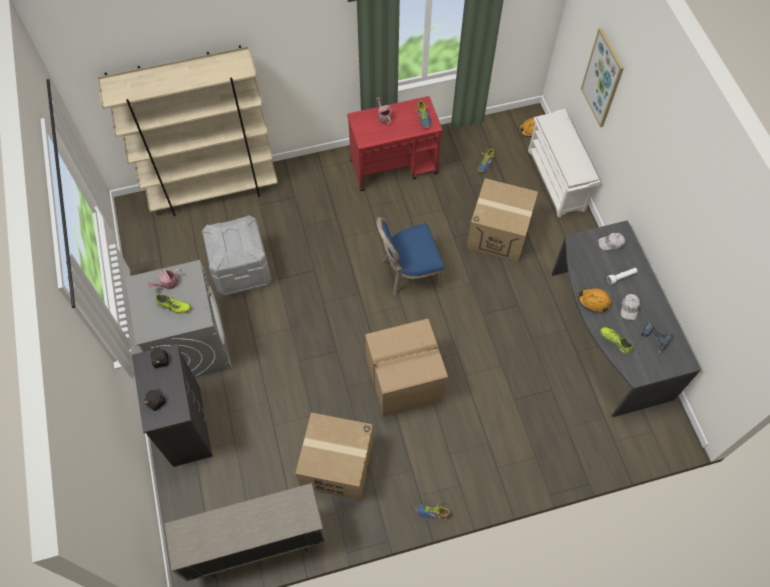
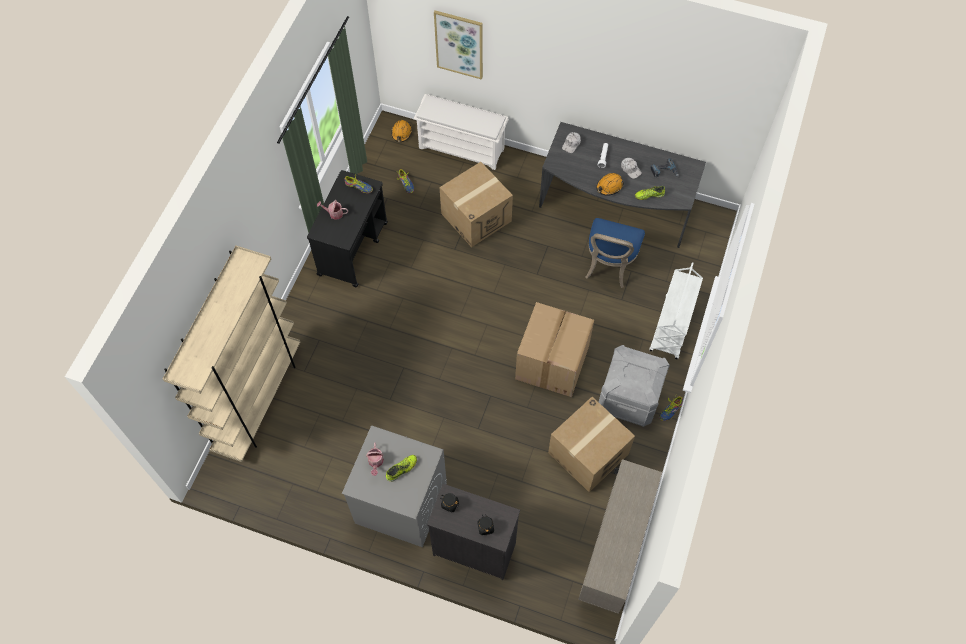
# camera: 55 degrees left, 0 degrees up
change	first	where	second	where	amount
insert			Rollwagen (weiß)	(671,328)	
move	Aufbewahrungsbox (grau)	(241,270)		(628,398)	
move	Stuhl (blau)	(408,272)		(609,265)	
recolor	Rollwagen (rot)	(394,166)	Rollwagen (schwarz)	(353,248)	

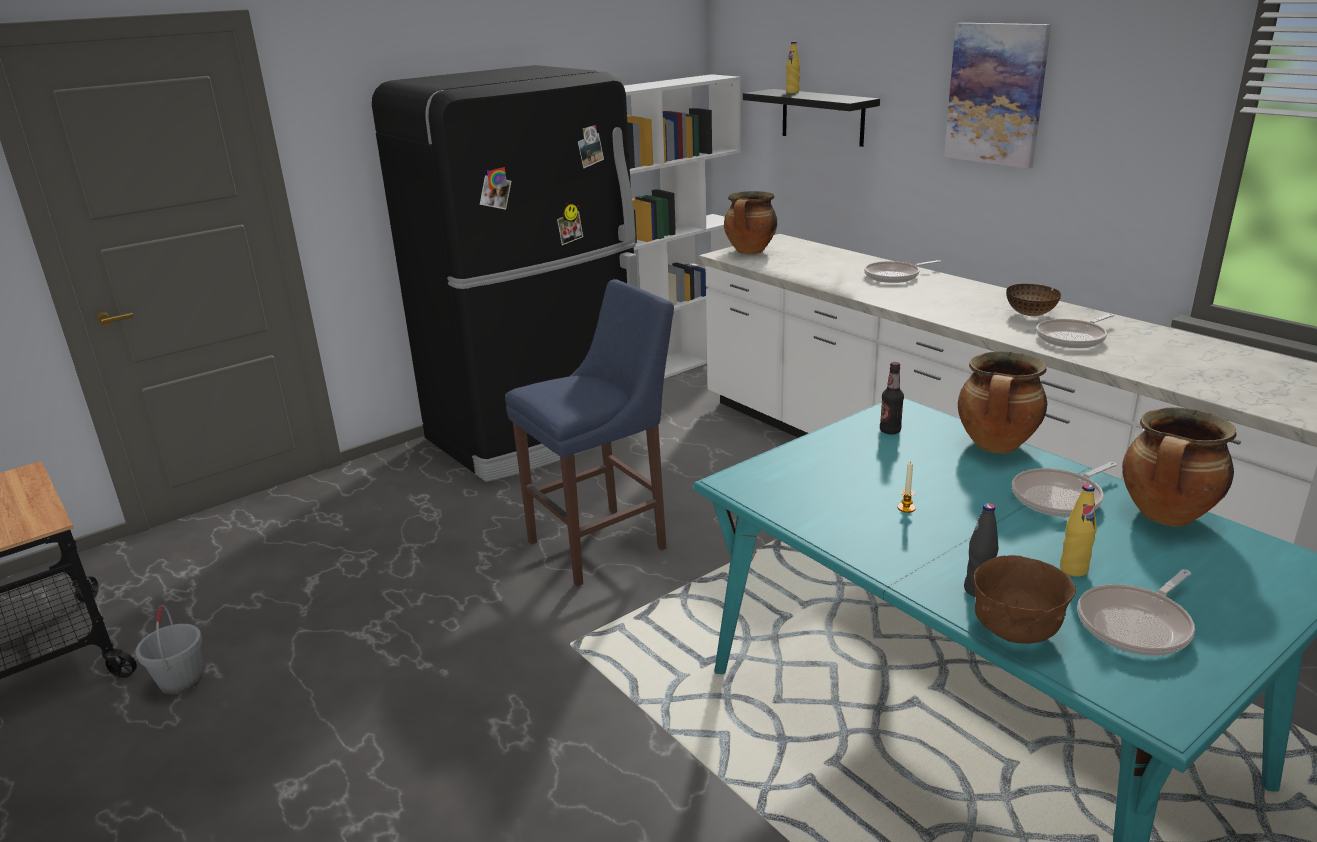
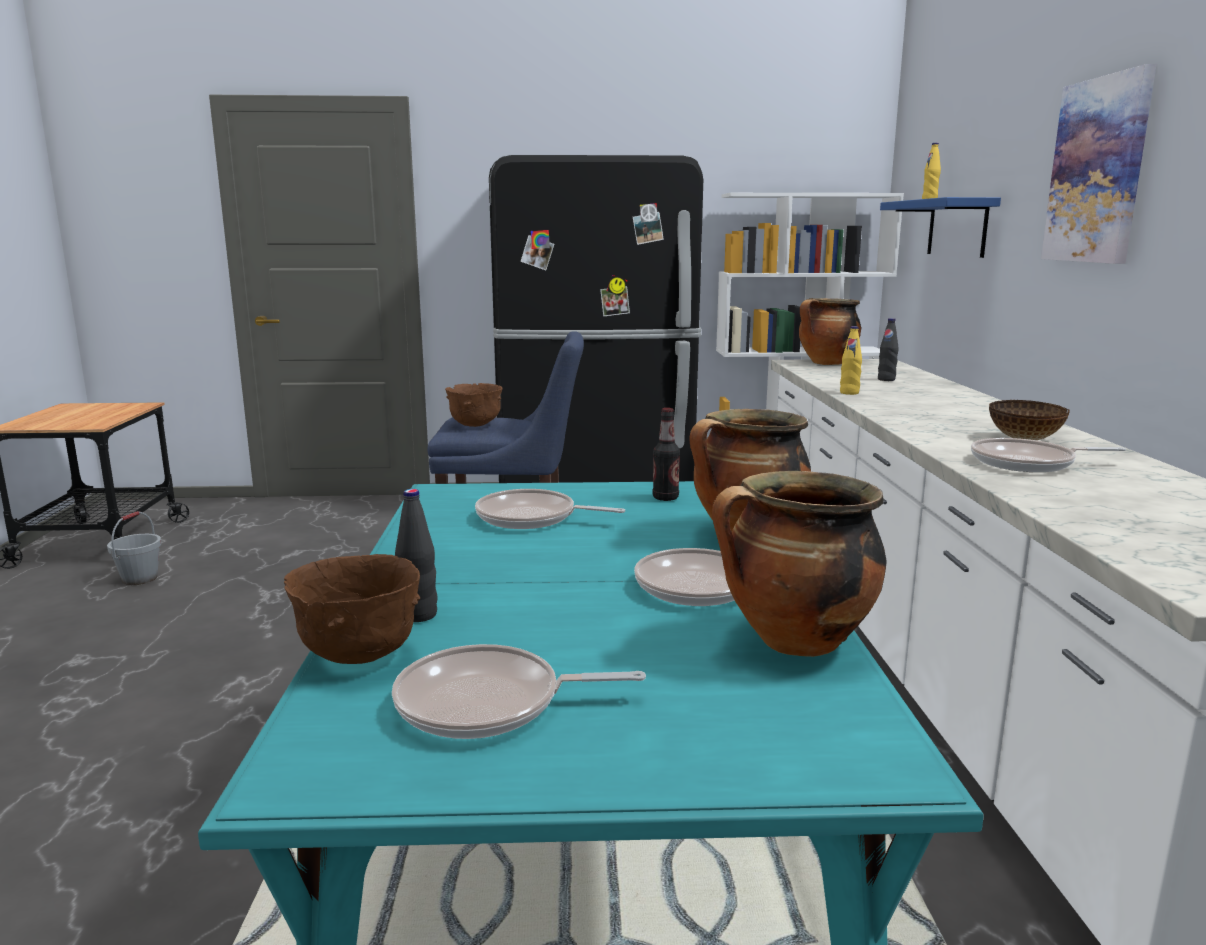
# camera: 35 degrees right, 10 degrees down
change	first	where	second	where	amount
delete	Kerze	(906,508)			
insert			Schüssel (braun)	(475,425)	
insert			Flasche (schwarz)	(886,379)	
move	Pfanne	(895,276)		(532,518)	
move	Flasche (gelb)	(1073,569)		(849,393)	
recolor	Wandregal (schwarz)	(822,117)	Wandregal (blau)	(957,228)	

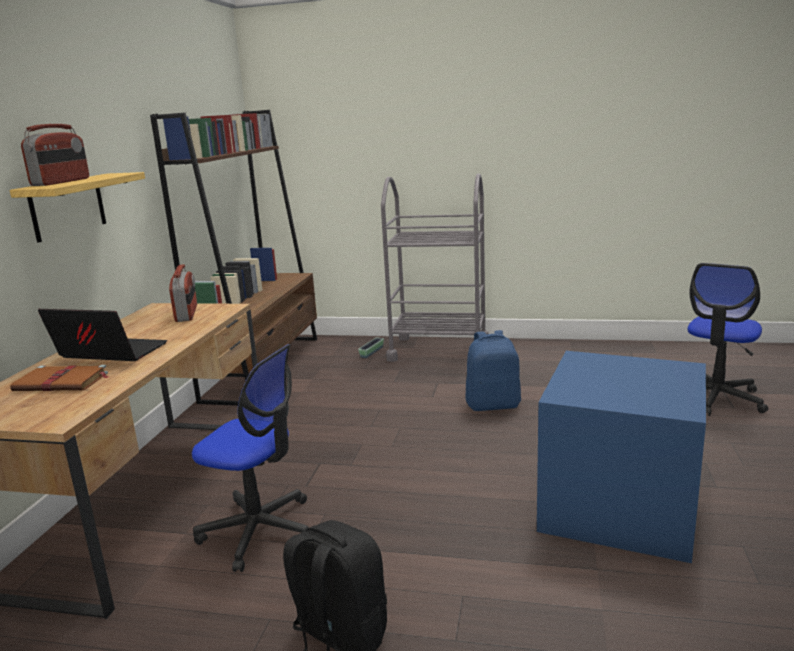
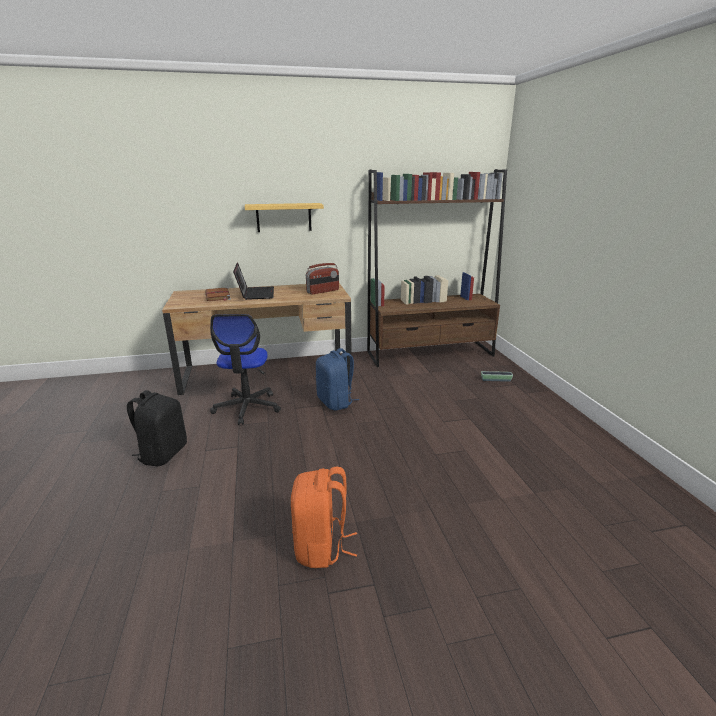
# camera: 65 degrees right, 5 degrees up
change	first	where	second	where	amount
delete	Radio	(61,182)			
delete	Rollwagen (grau)	(439,350)			
delete	Bürostuhl	(716,398)			
move	Rucksack (blau)	(493,405)		(336,402)	
replace	Aufbewahrungsbox (blau)	(621,505)	Rucksack (orange)	(321,547)	

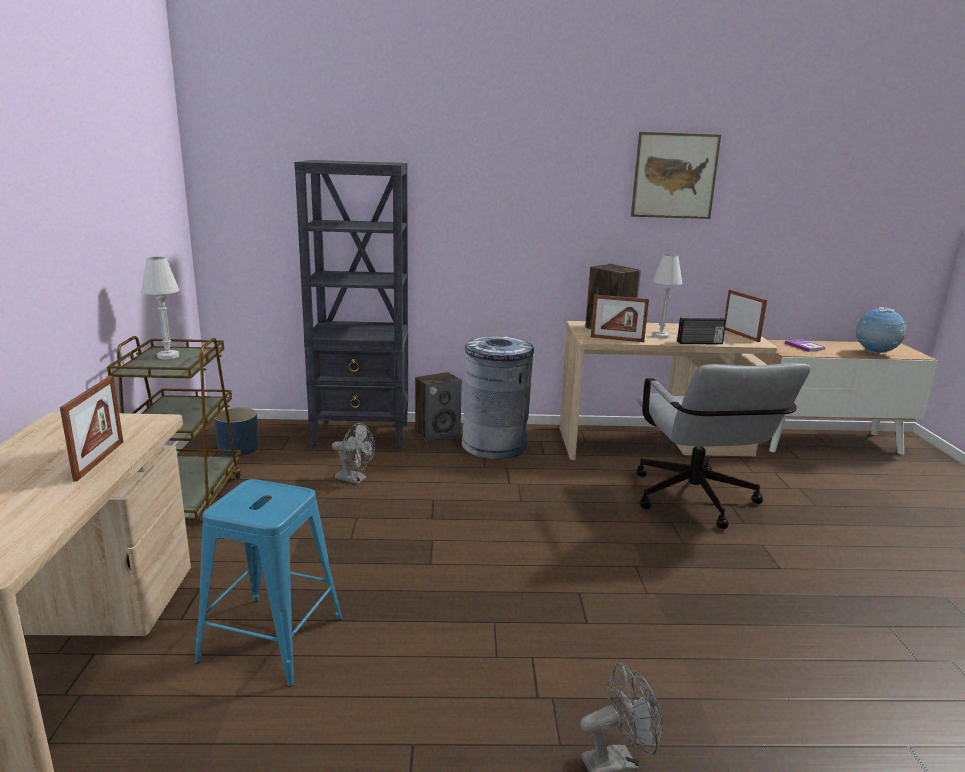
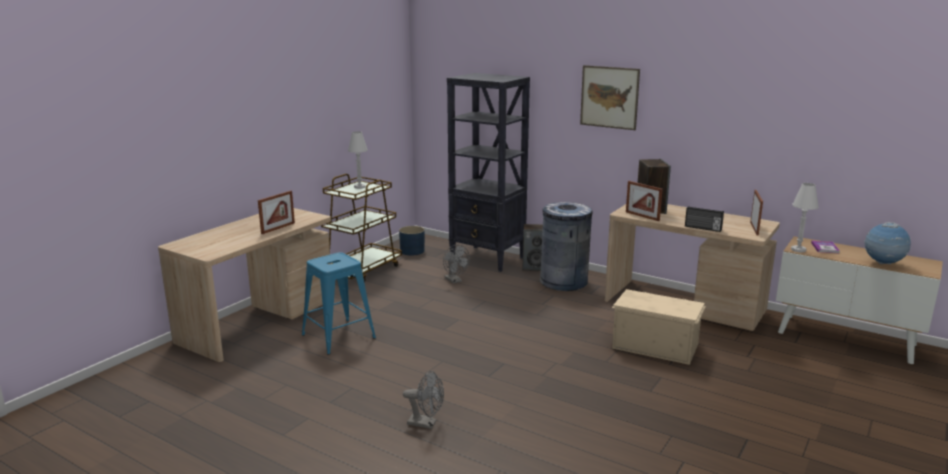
# camera: 35 degrees right, 0 degrees up
change	first	where	second	where	amount
move	Bild	(674,176)		(609,97)	
move	Tischlampe (weiß)	(661,336)		(798,250)	
replace	Bürostuhl (grau)	(697,503)	Aufbewahrungsbox (beige)	(655,345)	

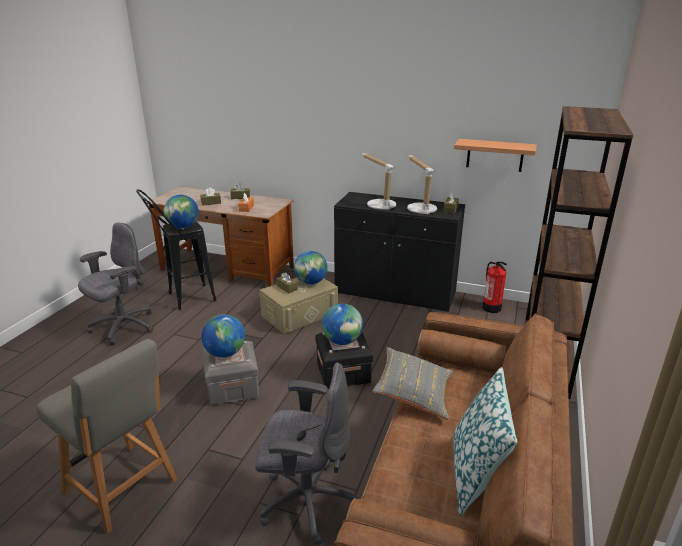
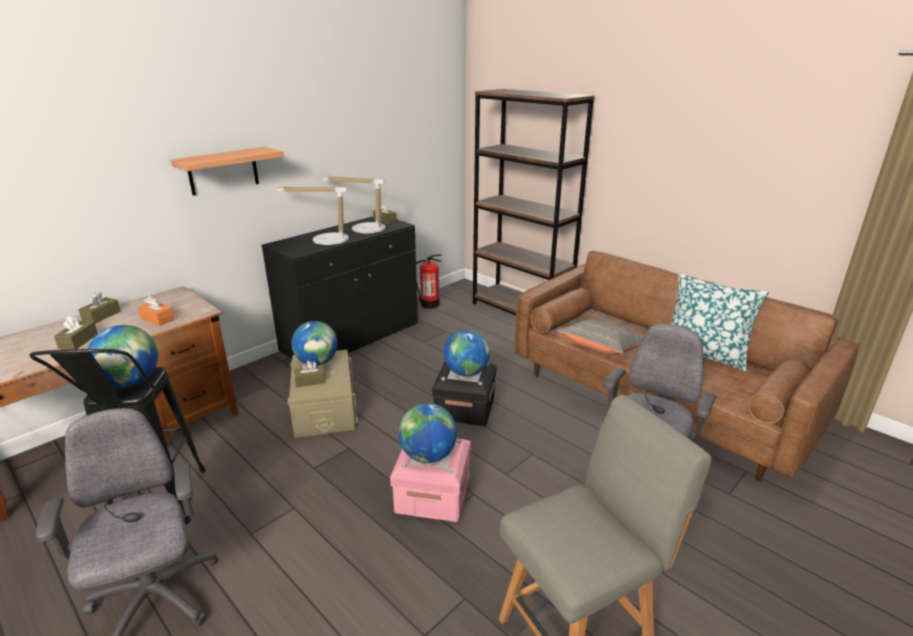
# camera: 65 degrees left, 0 degrees up
change	first	where	second	where	amount
move	Wandregal	(495,155)		(223,171)	
recolor	Aufbewahrungsbox (grau)	(233,387)	Aufbewahrungsbox (rosa)	(433,495)	

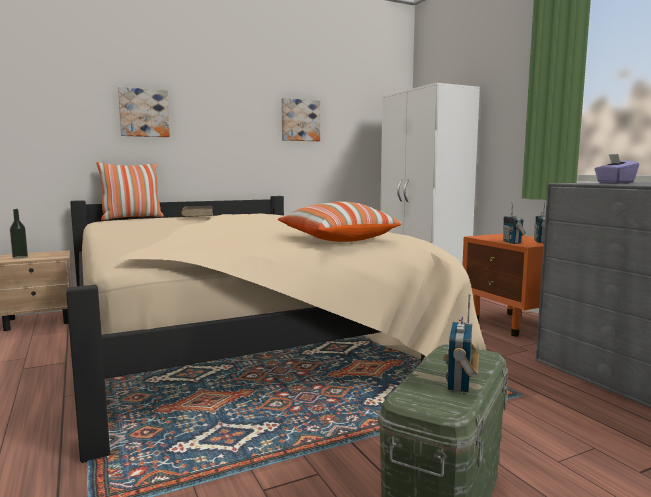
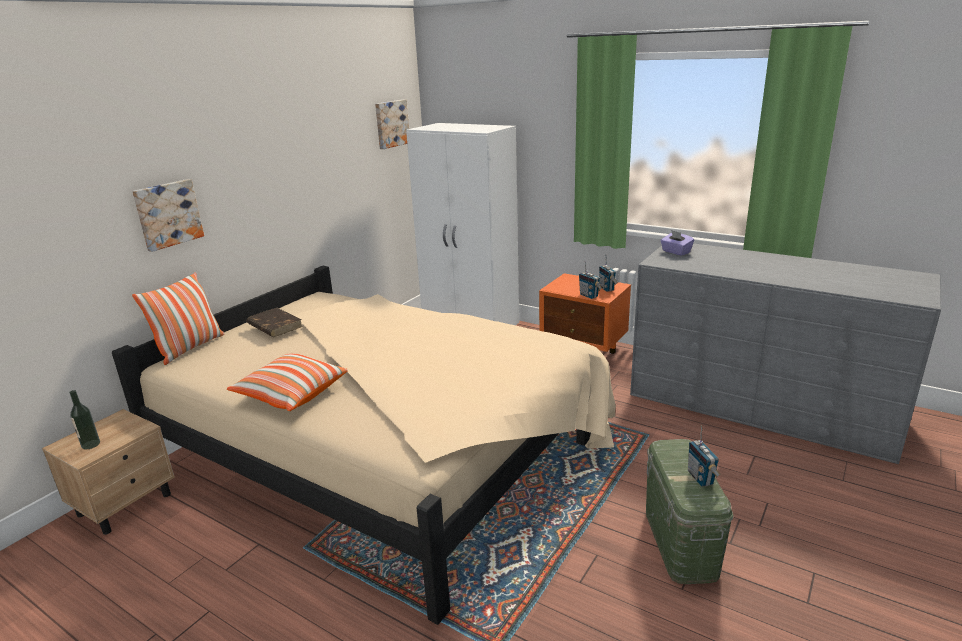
# camera: 30 degrees left, 15 degrees up
change	first	where	second	where	amount
move	Kissen	(337,239)		(291,394)	
move	Bild	(300,120)		(391,124)	

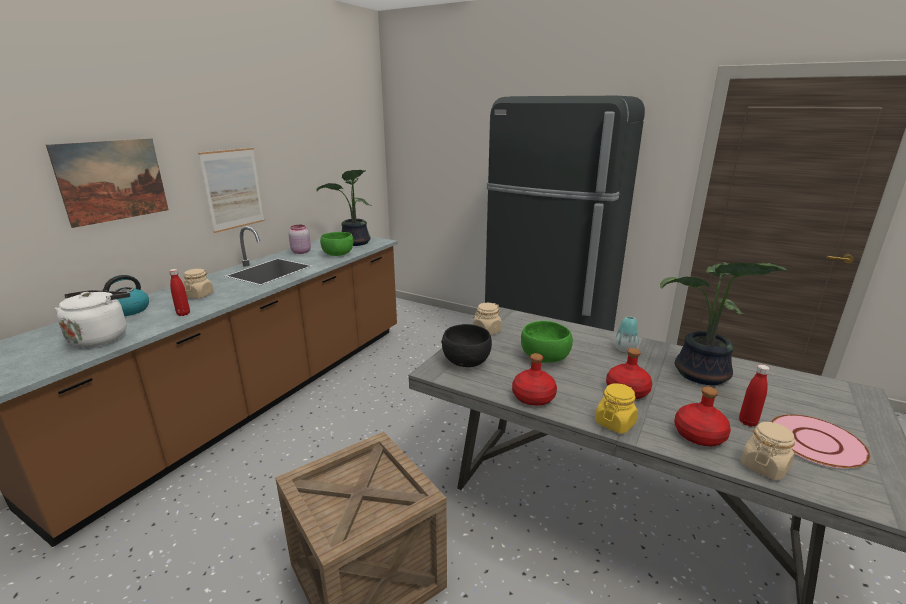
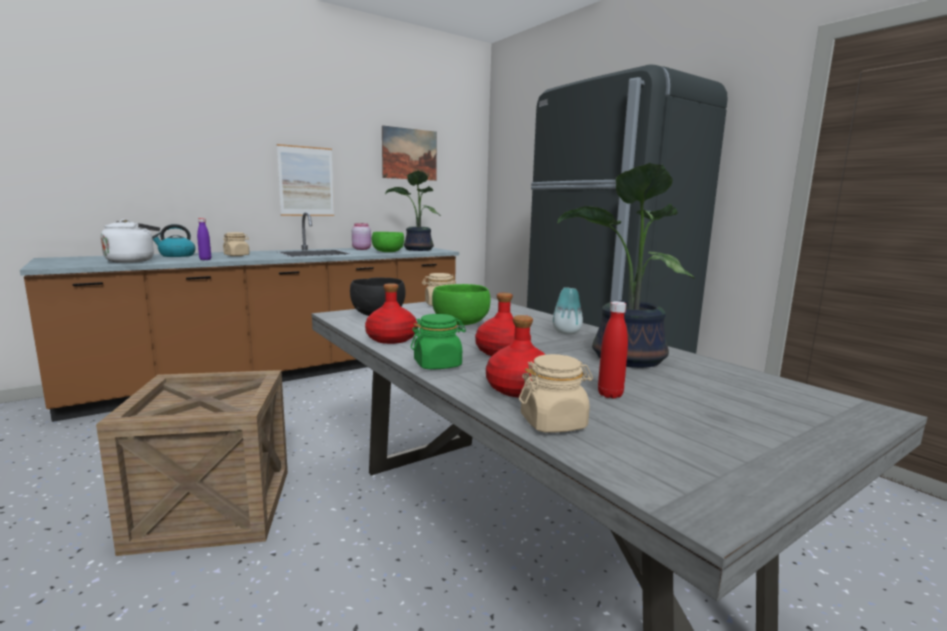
# camera: 25 degrees right, 10 degrees down
change	first	where	second	where	amount
delete	Teller (rosa)	(816,442)			
move	Bild	(113,180)		(409,154)	
recolor	Flasche (rot)	(183,314)	Flasche (lila)	(205,259)	
recolor	Vorratsglas (gelb)	(615,423)	Vorratsglas (grün)	(438,365)	

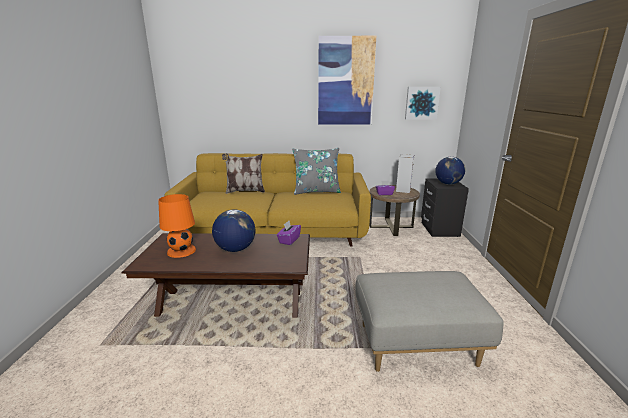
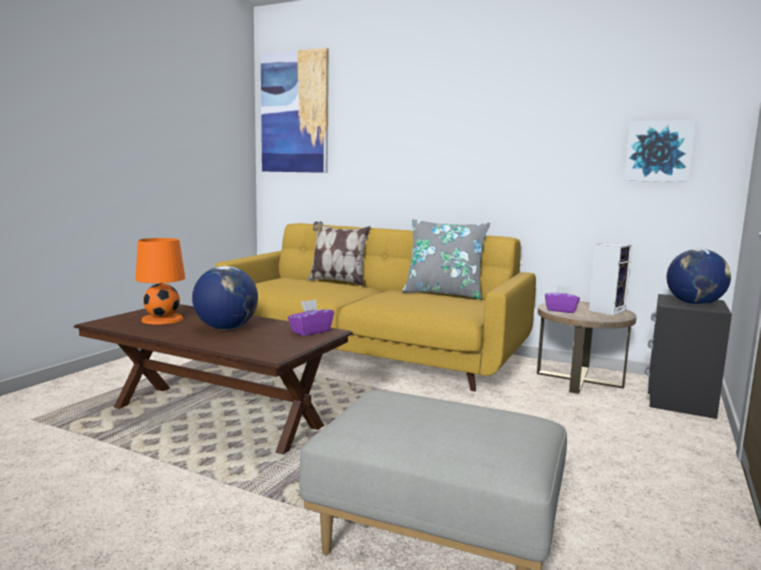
# camera: 25 degrees right, 10 degrees down
change	first	where	second	where	amount
move	Bild	(345,82)		(295,113)	

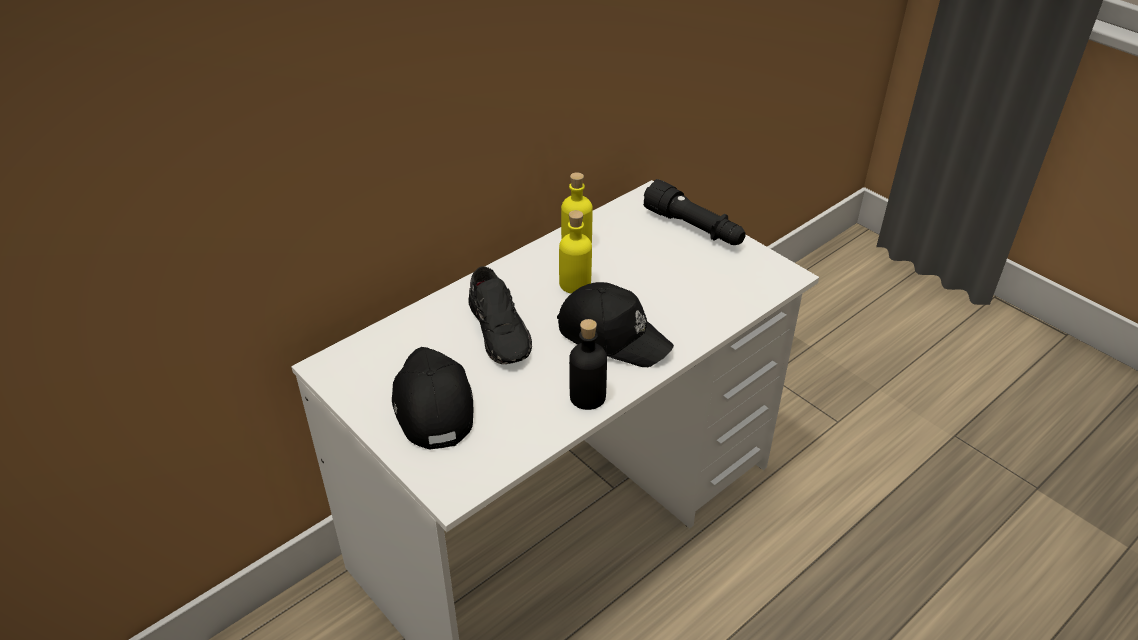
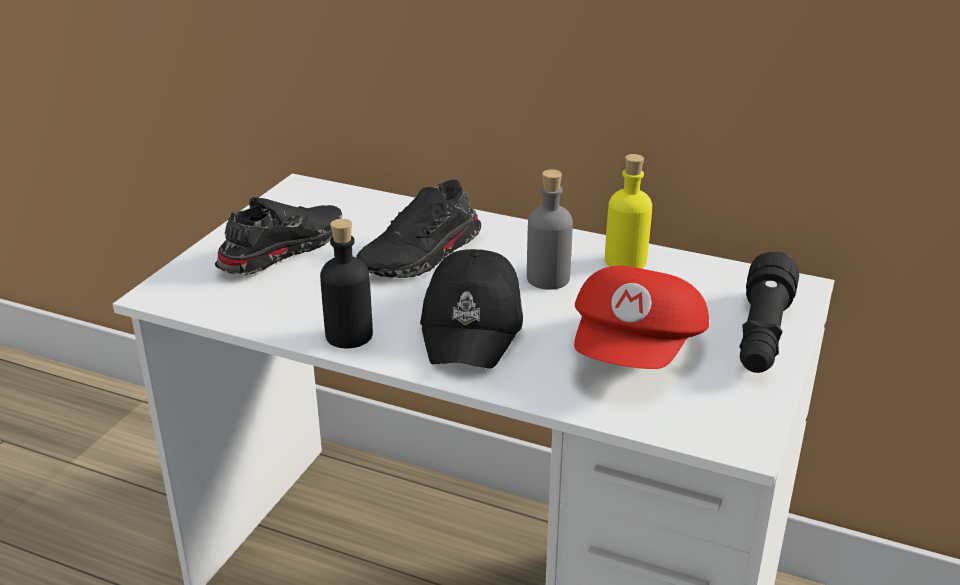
# camera: 65 degrees right, 10 degrees down
change	first	where	second	where	amount
insert			Kappe (rot)	(637,353)	
replace	Kappe (schwarz)	(432,404)	Schuh (schwarz)	(280,250)	
recolor	Flasche (gelb)	(575,284)	Flasche (grau)	(548,278)	

